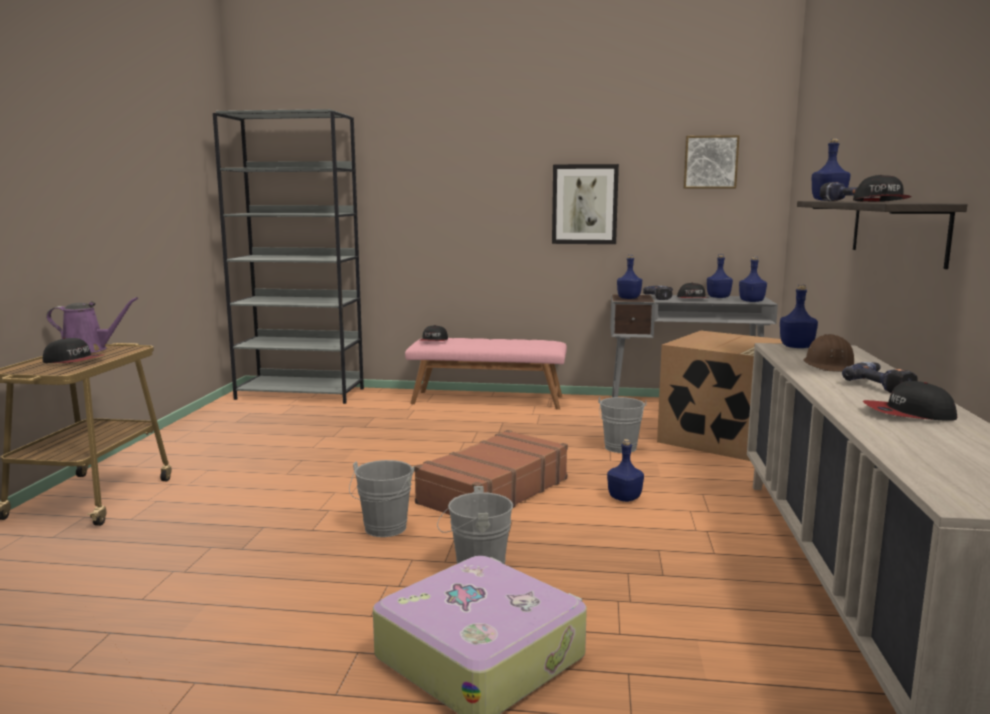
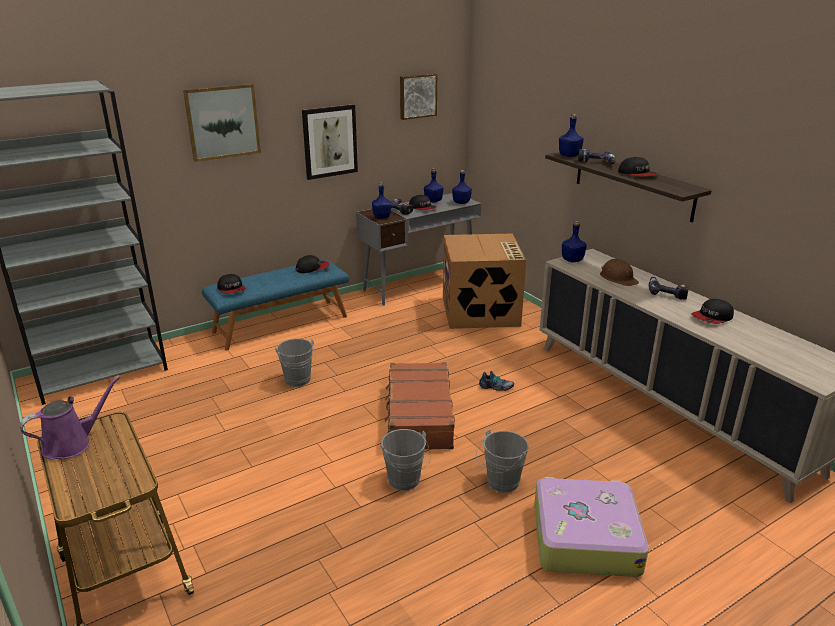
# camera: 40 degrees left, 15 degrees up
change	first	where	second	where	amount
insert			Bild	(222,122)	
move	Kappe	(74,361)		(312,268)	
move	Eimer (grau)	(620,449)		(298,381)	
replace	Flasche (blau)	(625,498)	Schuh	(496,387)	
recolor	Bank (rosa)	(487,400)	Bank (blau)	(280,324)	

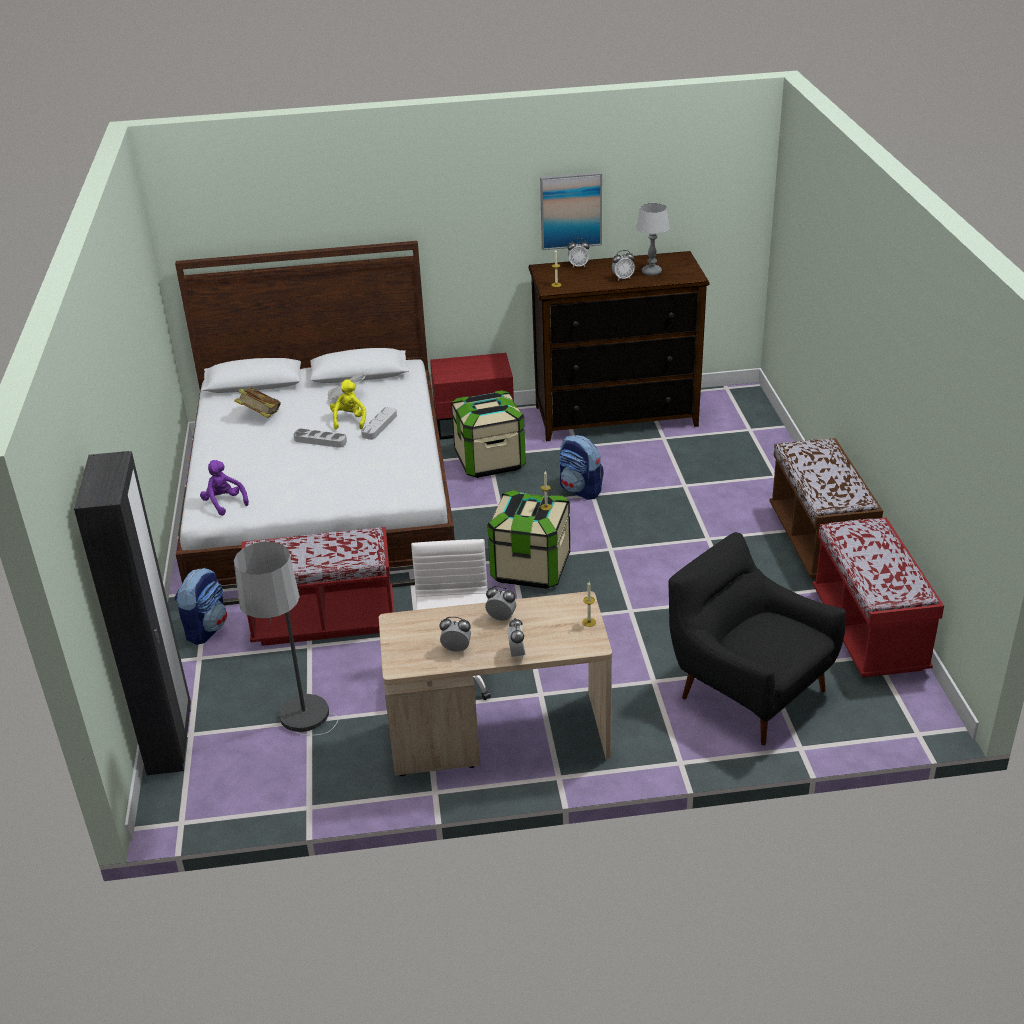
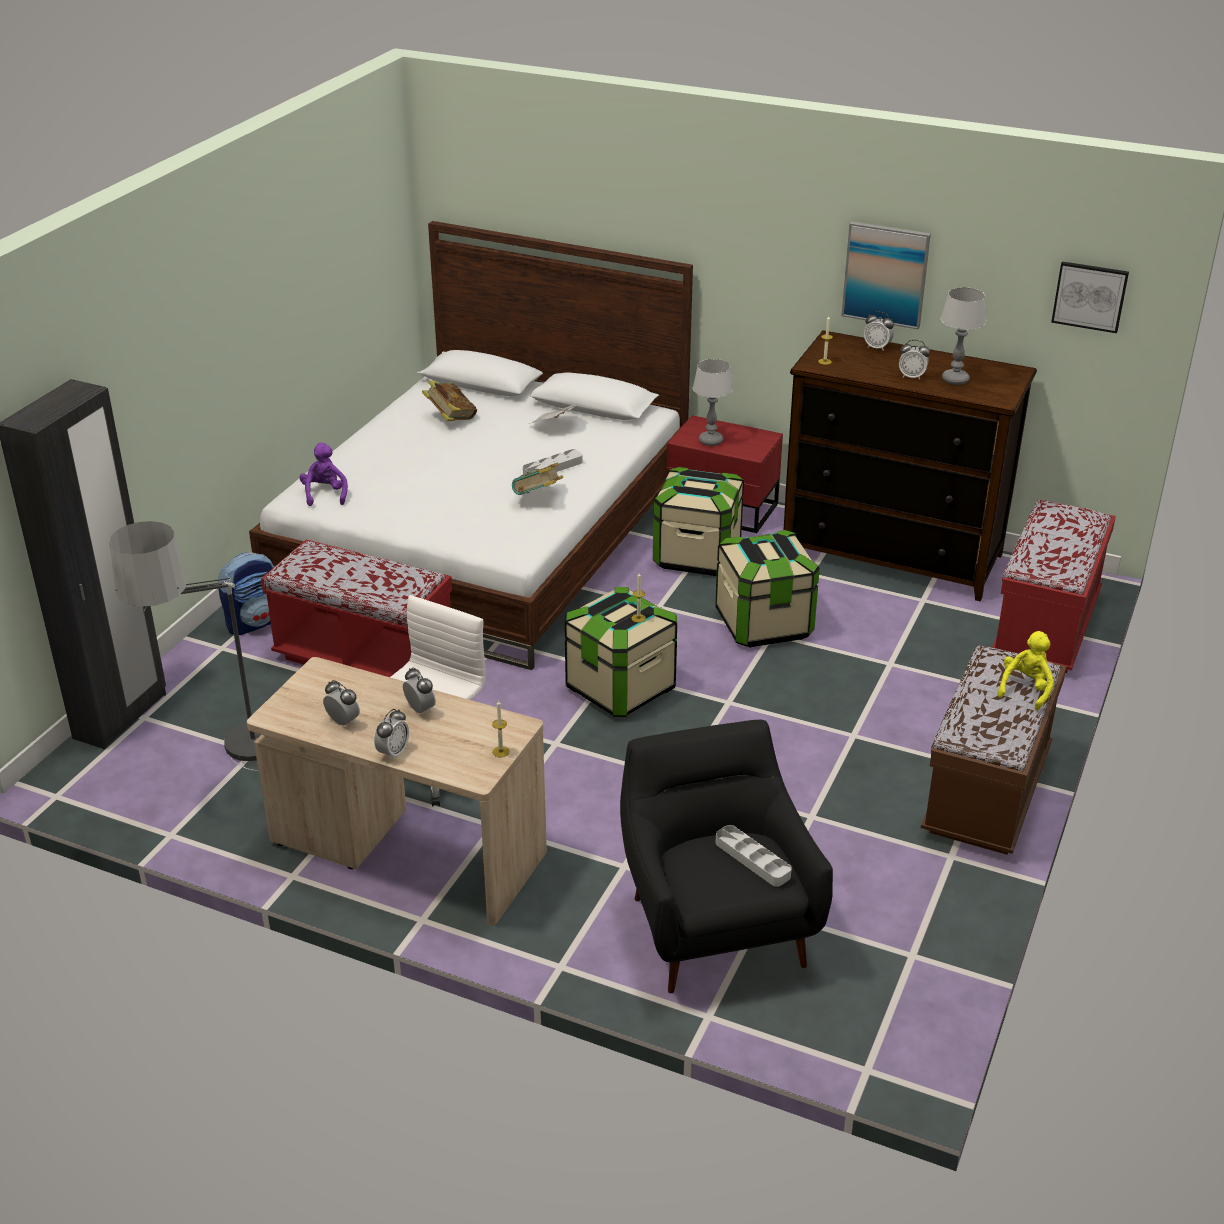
# camera: 30 degrees right, 0 degrees up
change	first	where	second	where	amount
insert			Buch	(538,498)	
insert			Tischlampe	(711,441)	
insert			Bild	(1090,296)	
move	Tablett (grau)	(320,441)		(752,859)	
move	Plüschtier (gelb)	(349,420)		(1025,689)	
move	Bank (rot)	(868,632)		(1046,627)	
replace	Rucksack	(581,490)	Aufbewahrungsbox	(763,624)	

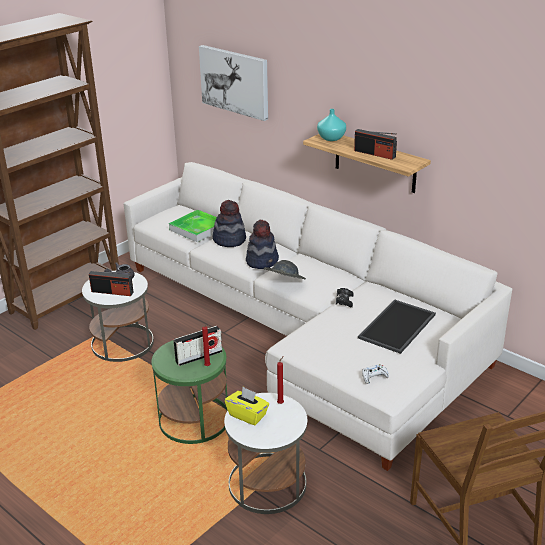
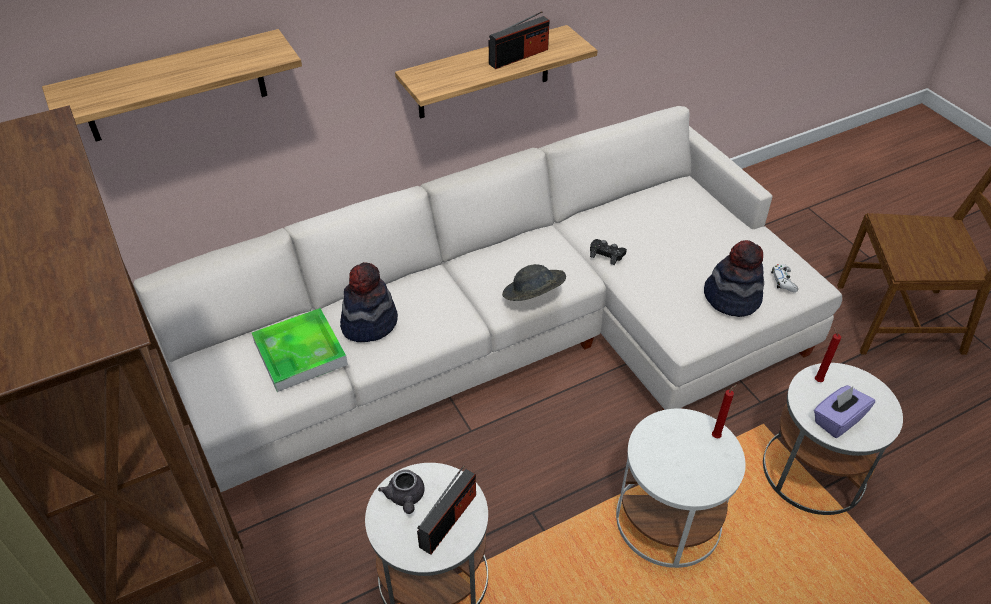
# camera: 70 degrees left, 15 degrees up
change	first	where	second	where	amount
delete	Radio	(199,356)			
delete	Vase (türkis)	(330,138)			
delete	Tablett	(398,327)			
move	Hut	(262,261)		(732,298)	
replace	Bild	(235,81)	Wandregal	(174,87)	
recolor	Beistelltisch (grün)	(194,419)	Beistelltisch (weiß)	(667,519)	
recolor	Taschentuchbox (gelb)	(247,415)	Taschentuchbox (lila)	(837,420)	

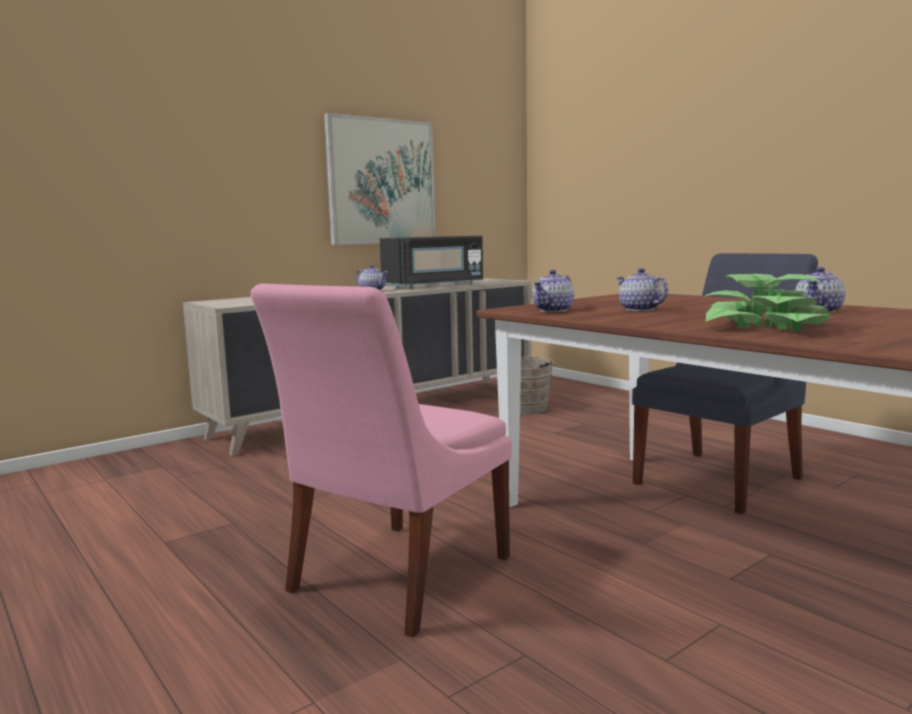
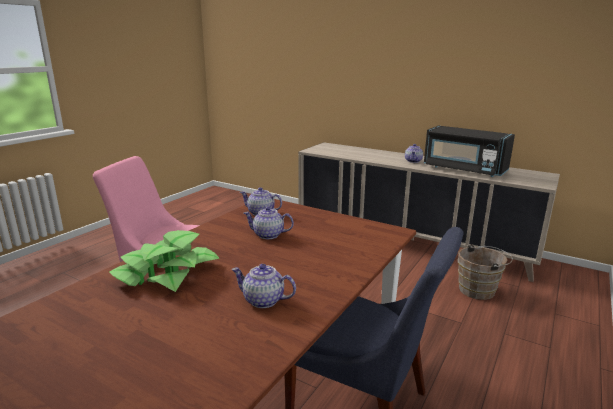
# camera: 70 degrees right, 10 degrees up
change	first	where	second	where	amount
delete	Bild	(381,181)			
rotate	Teekanne	(639,309)		(268,235)	120 degrees counterclockwise

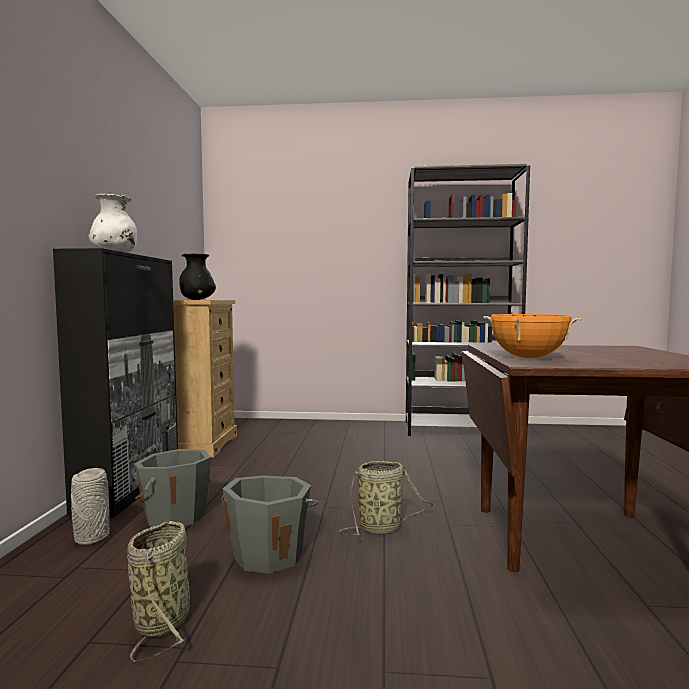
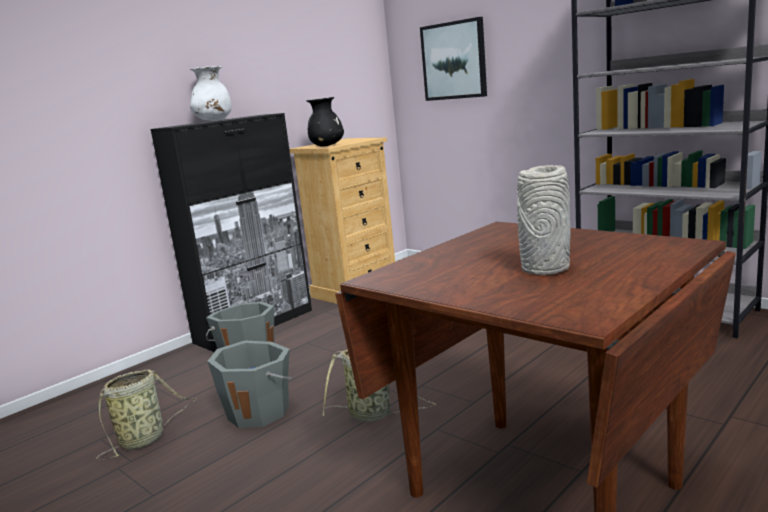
# camera: 40 degrees right, 10 degrees up
change	first	where	second	where	amount
delete	Kochtopf (orange)	(528,357)			
insert			Bild	(454,60)	
move	Vase (grau)	(91,537)		(544,269)	

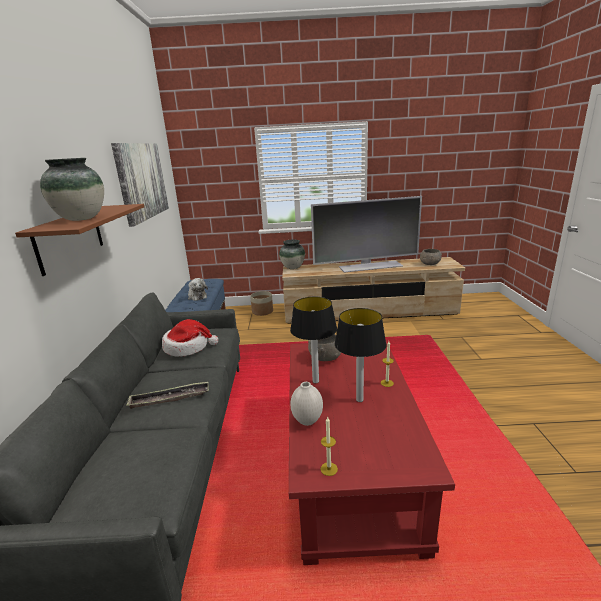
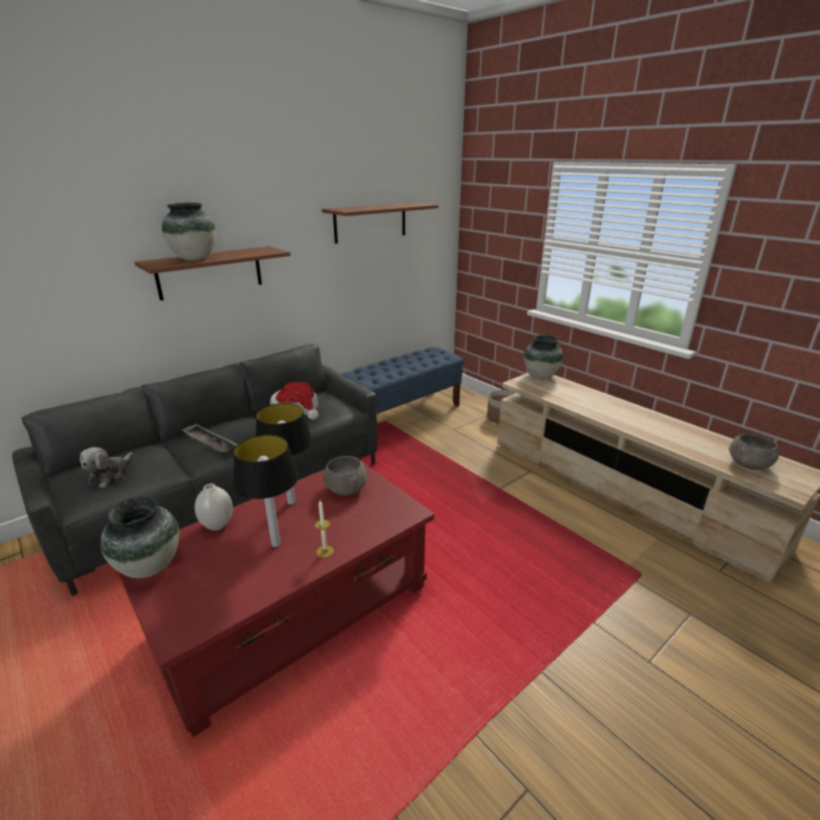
# camera: 50 degrees right, 5 degrees up
change	first	where	second	where	amount
delete	Fernseher	(369,266)			
move	Plüschtier	(197,296)		(111,475)	
replace	Bild	(142,181)	Wandregal (braun)	(370,222)	
replace	Kerze	(329,469)	Vase	(150,567)	

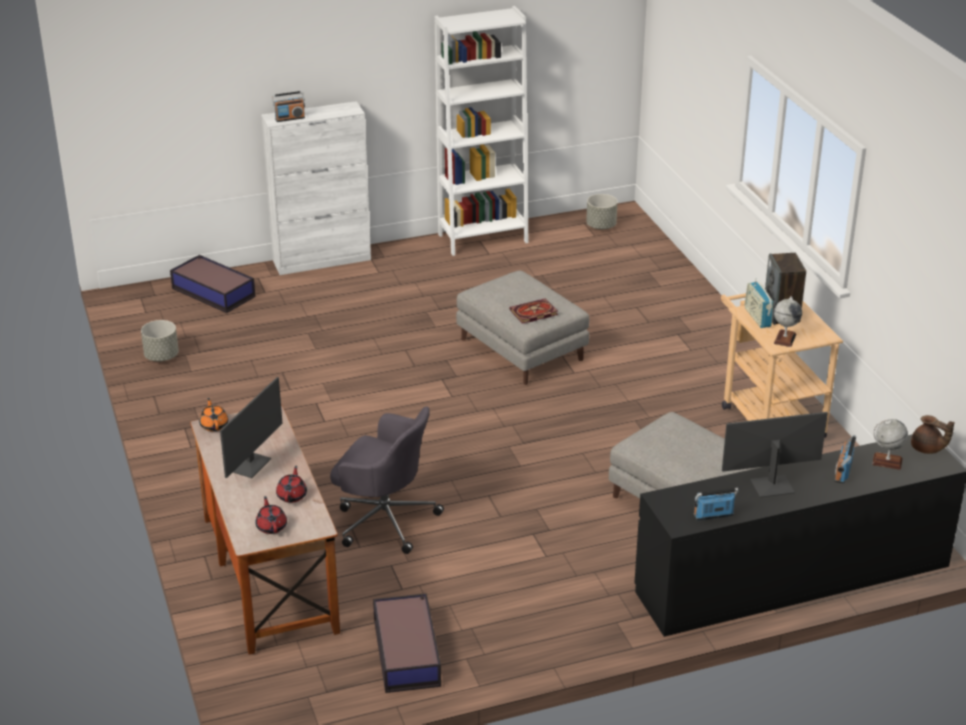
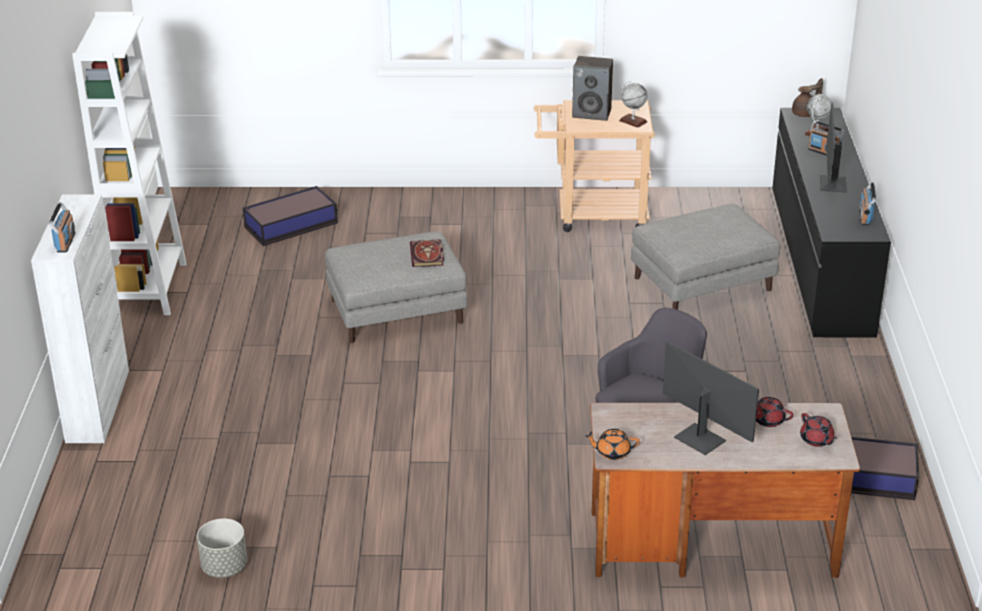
# camera: 70 degrees left, 0 degrees up
change	first	where	second	where	amount
delete	Pflanzkübel (grau)	(601,226)			
delete	Radio	(757,317)			
move	Aufbewahrungsbox	(213,292)		(289,225)	
rotate	Teekanne (rot)	(271,526)		(816,440)	120 degrees counterclockwise

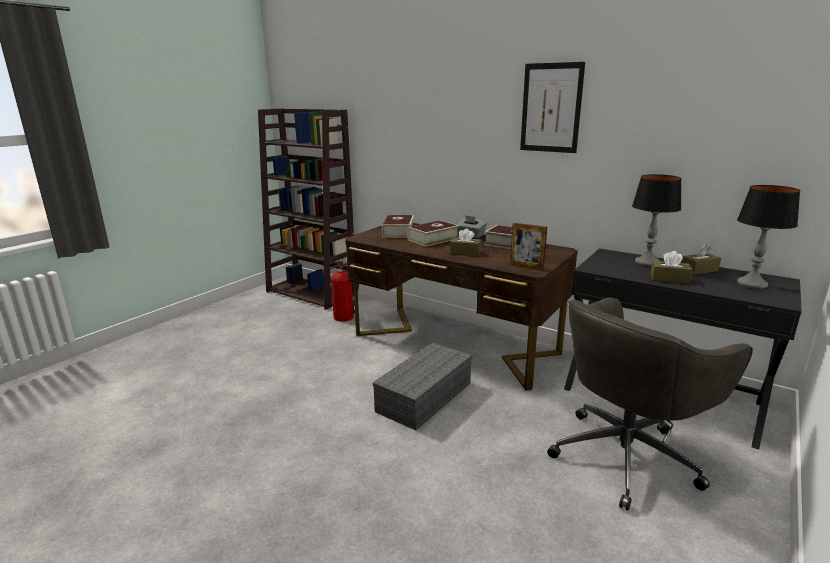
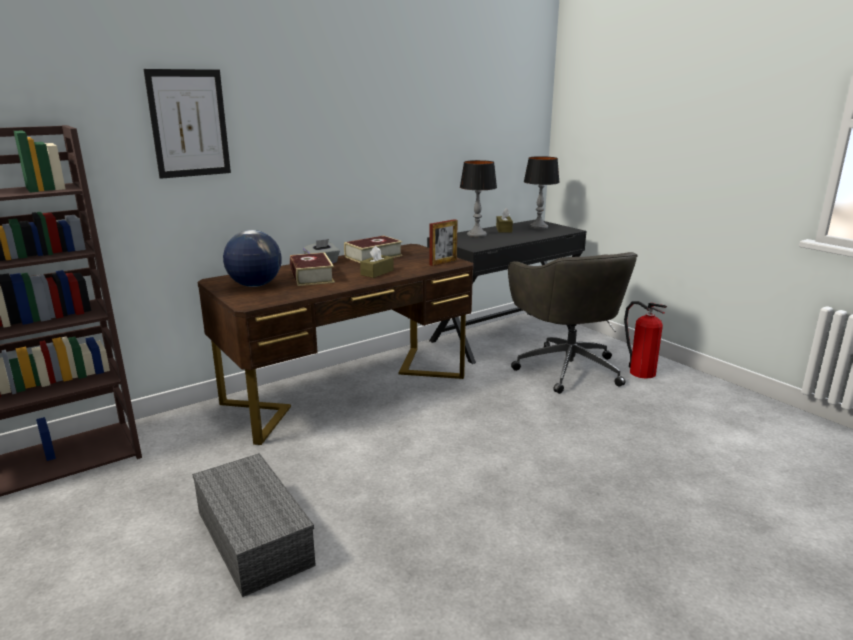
# camera: 70 degrees left, 0 degrees up
change	first	where	second	where	amount
delete	Taschentuchbox (braun)	(669,279)			
move	Feuerlöscher	(345,316)		(640,372)	
move	Aufbewahrungsbox (grau)	(424,396)		(251,537)	
move	Bild	(551,108)		(189,123)	
replace	Buch	(398,232)	Globus	(255,285)	

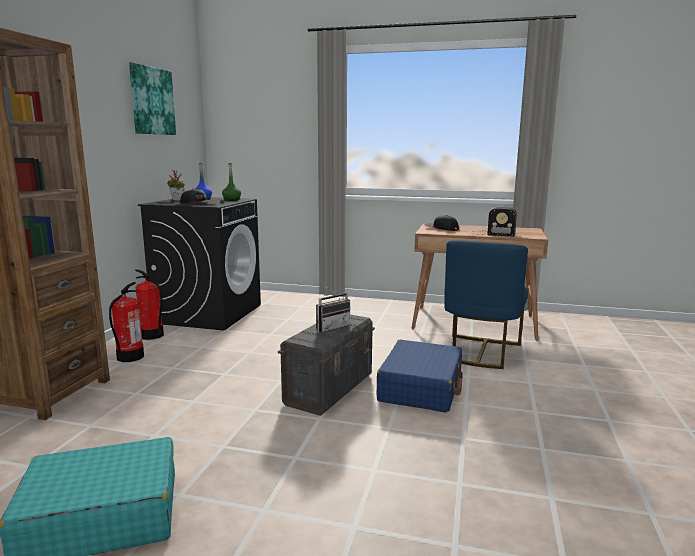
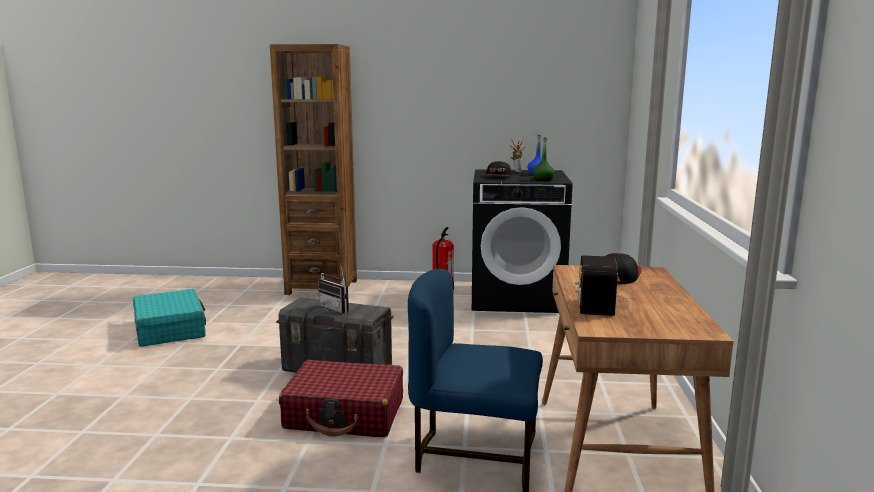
# camera: 80 degrees right, 0 degrees up
change	first	where	second	where	amount
delete	Feuerlöscher	(130,357)			
delete	Bild	(152,101)			
recolor	Koffer (blau)	(421,388)	Koffer (rot)	(345,414)	

